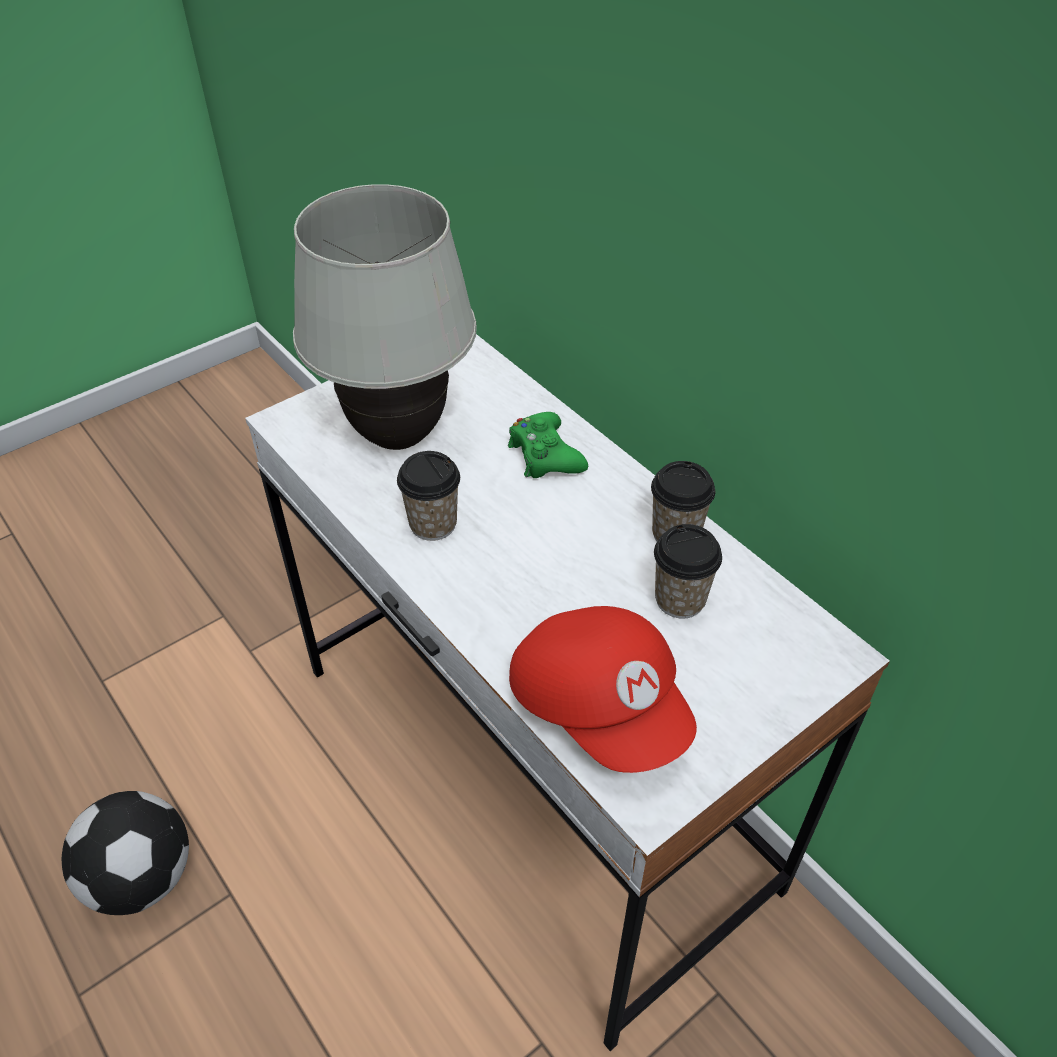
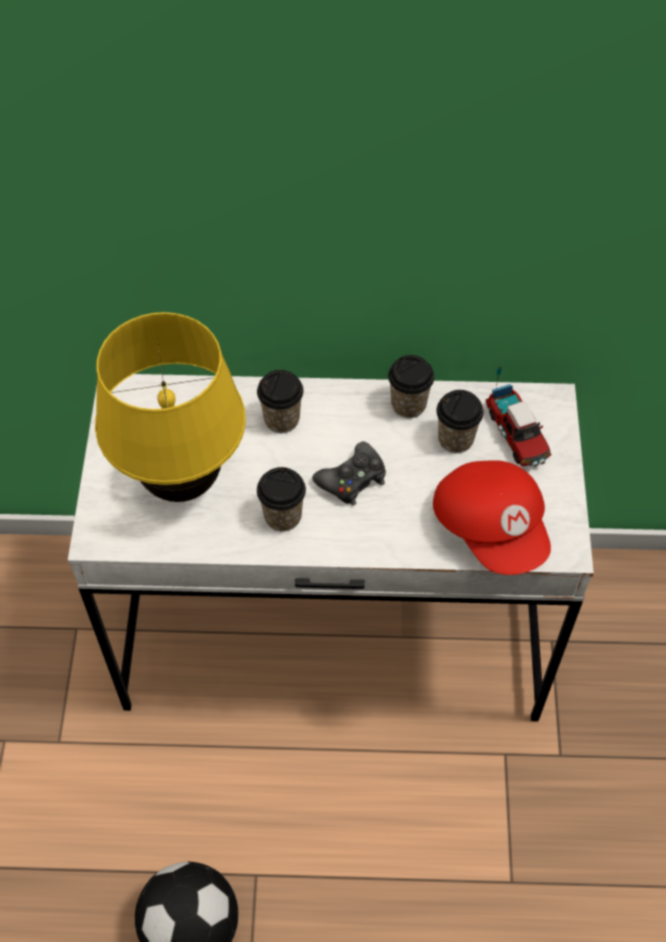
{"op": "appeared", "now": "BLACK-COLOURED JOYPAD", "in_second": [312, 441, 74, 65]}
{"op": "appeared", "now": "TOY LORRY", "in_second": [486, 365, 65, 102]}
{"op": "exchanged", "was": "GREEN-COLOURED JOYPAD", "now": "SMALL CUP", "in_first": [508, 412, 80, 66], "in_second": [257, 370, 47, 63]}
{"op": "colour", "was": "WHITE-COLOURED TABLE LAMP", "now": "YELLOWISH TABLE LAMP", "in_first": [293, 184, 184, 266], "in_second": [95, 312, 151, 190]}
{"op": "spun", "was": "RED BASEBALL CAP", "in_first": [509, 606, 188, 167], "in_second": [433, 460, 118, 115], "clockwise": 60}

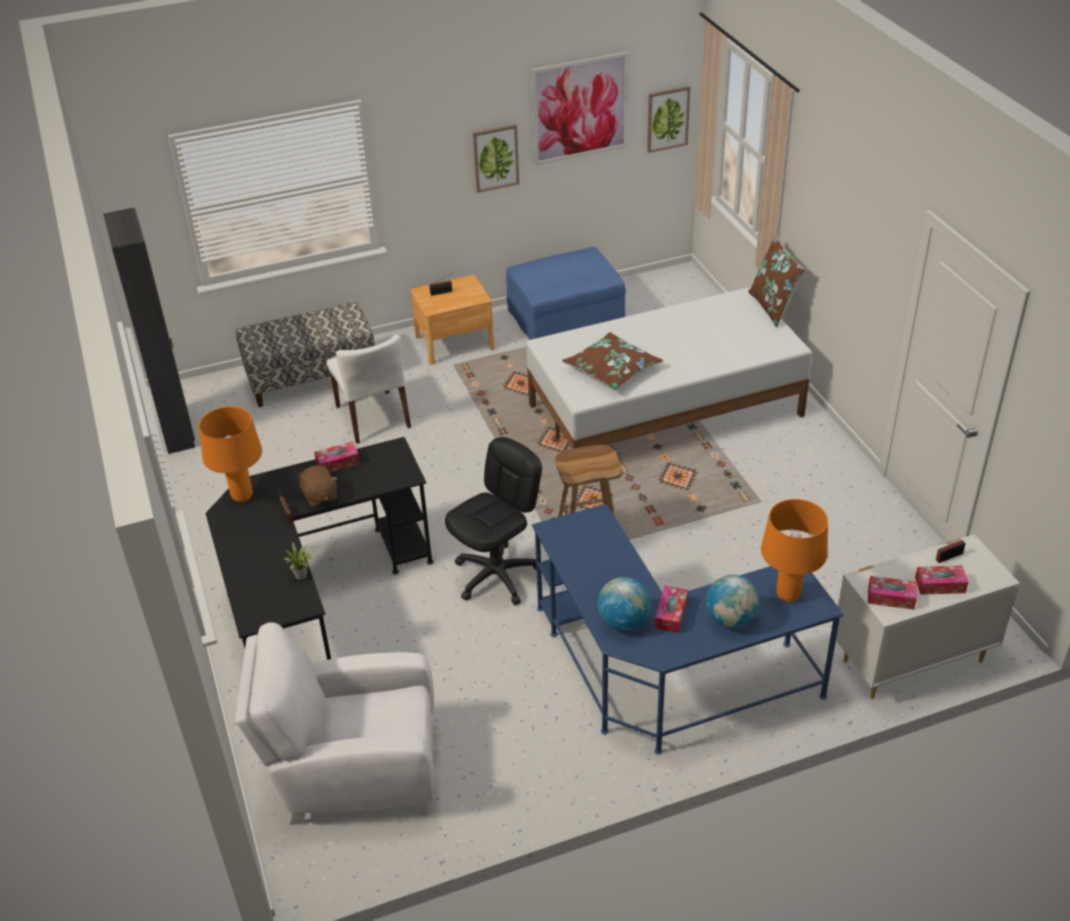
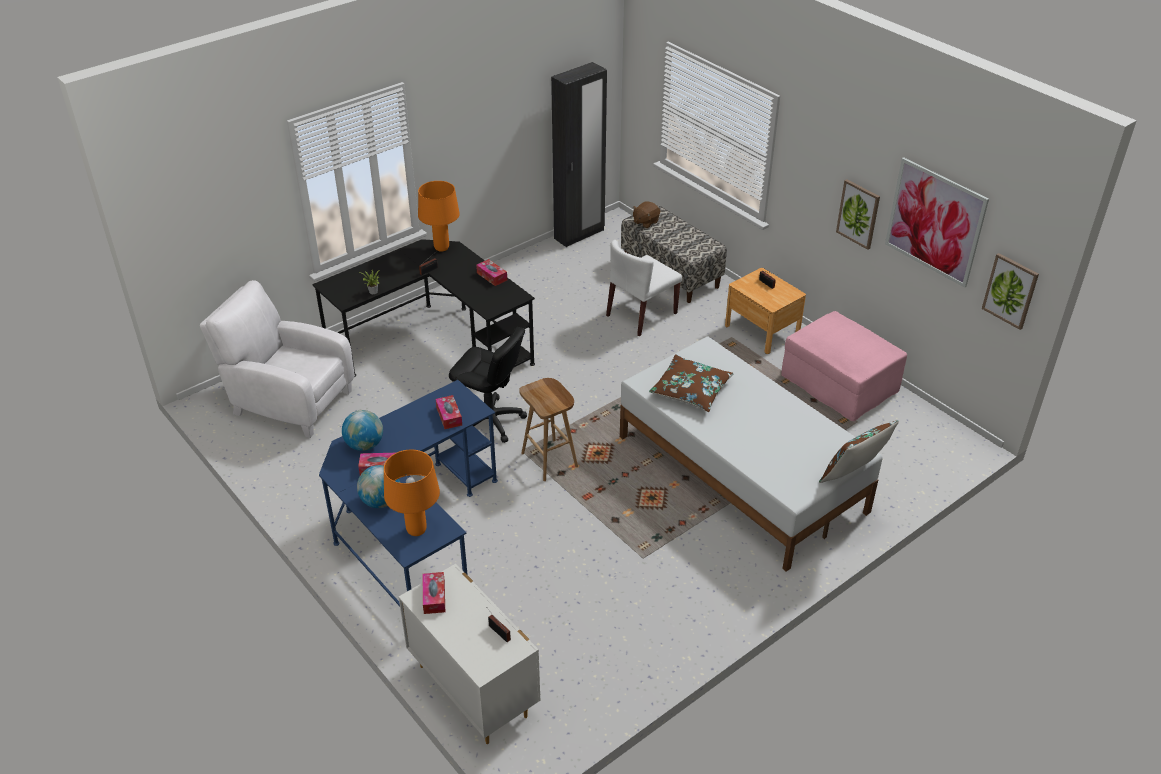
{"op": "relocated", "was": "BROWN SOFT TOY", "in_first": [299, 465, 39, 42], "in_second": [633, 202, 27, 26]}
{"op": "relocated", "was": "BOX OF TISSUES", "in_first": [915, 566, 53, 29], "in_second": [436, 395, 26, 34]}
{"op": "colour", "was": "BLUE-COLOURED POUFFE", "now": "PINK-COLOURED POUFFE", "in_first": [506, 247, 120, 93], "in_second": [781, 311, 126, 110]}
{"op": "spun", "was": "WHITE-COLOURED EASY CHAIR", "in_first": [235, 622, 199, 203], "in_second": [200, 280, 155, 158], "clockwise": -45}

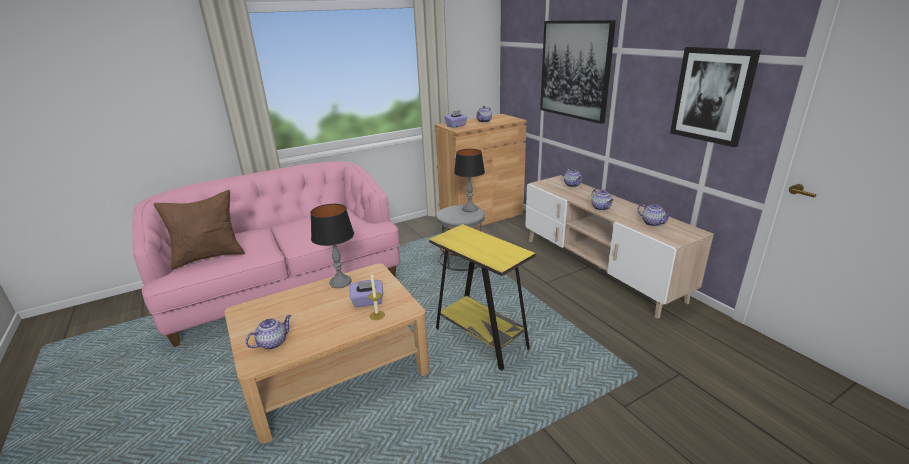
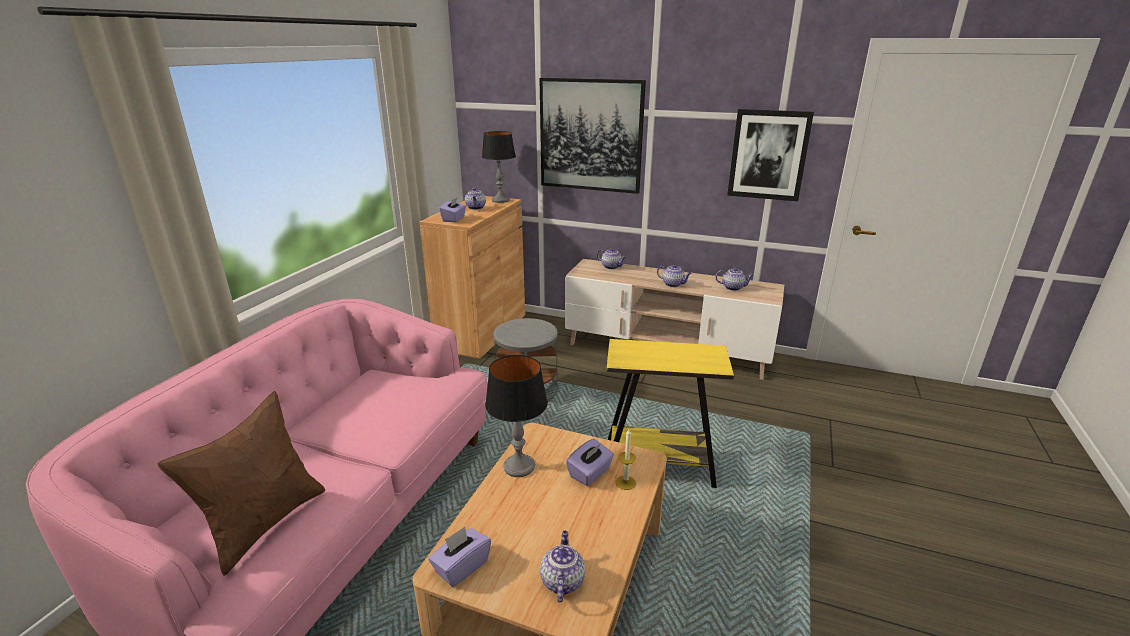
{"op": "appeared", "now": "PURPLE-COLOURED BOX OF TISSUES", "in_second": [428, 527, 63, 60]}
{"op": "relocated", "was": "TABLE LAMP", "in_first": [454, 149, 31, 63], "in_second": [482, 131, 34, 72]}

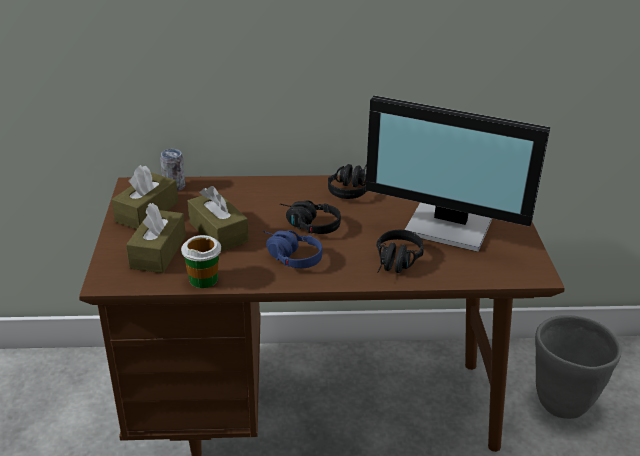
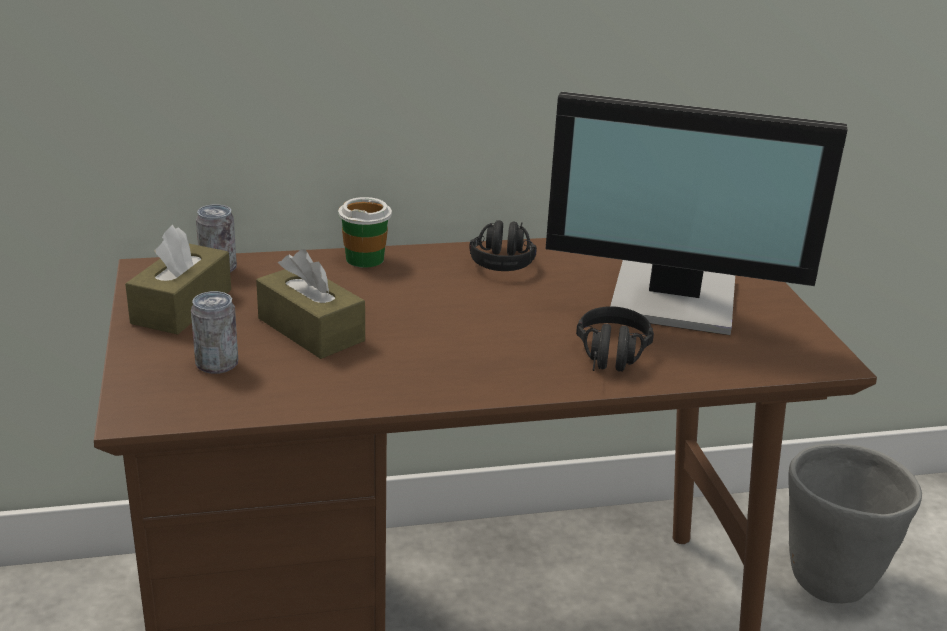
{"op": "missing", "was": "BLUE-COLOURED HEADSET", "in_first": [263, 230, 60, 38]}
{"op": "missing", "was": "BLACK-COLOURED HEADSET", "in_first": [280, 200, 61, 34]}
{"op": "relocated", "was": "SMALL CUP", "in_first": [181, 235, 40, 53], "in_second": [338, 197, 54, 71]}
{"op": "exchanged", "was": "BROWN BOX OF TISSUES", "now": "SEALED CAN", "in_first": [126, 203, 60, 70], "in_second": [191, 291, 47, 83]}

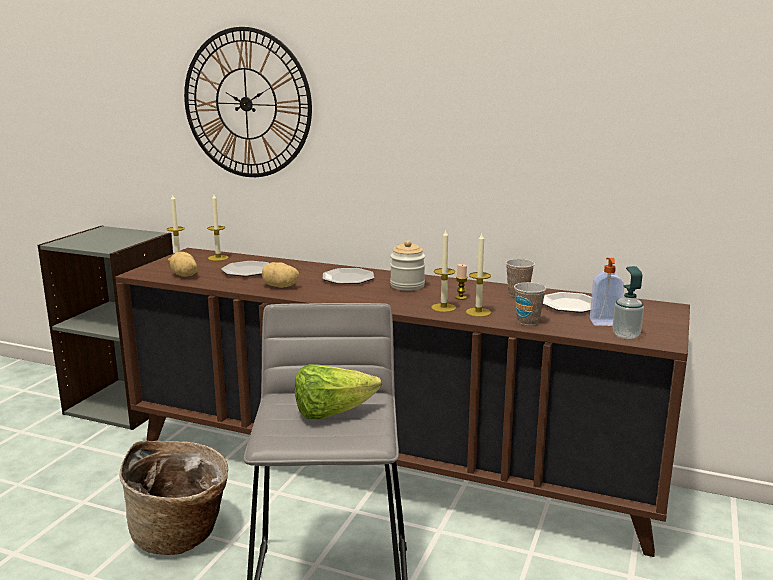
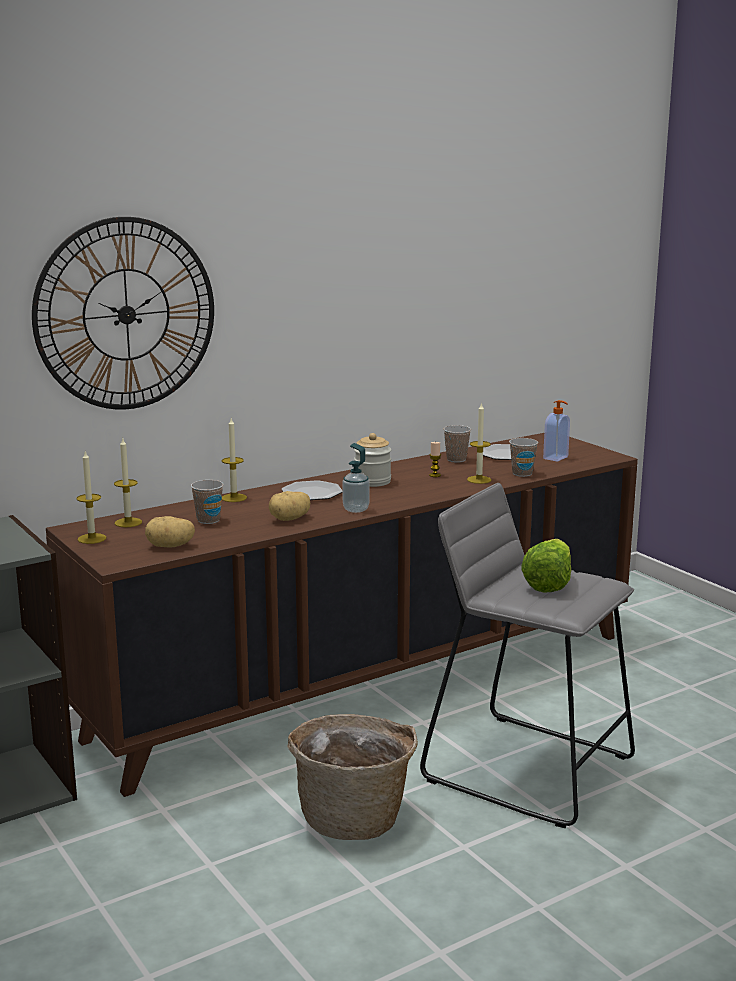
{"op": "relocated", "was": "CANDLE", "in_first": [431, 230, 25, 82], "in_second": [222, 418, 25, 84]}
{"op": "relocated", "was": "LIQUID SOAP BOTTLE", "in_first": [612, 266, 32, 73], "in_second": [343, 443, 27, 70]}
{"op": "exchanged", "was": "PLATE", "now": "SMALL CUP", "in_first": [221, 261, 48, 15], "in_second": [191, 480, 33, 44]}

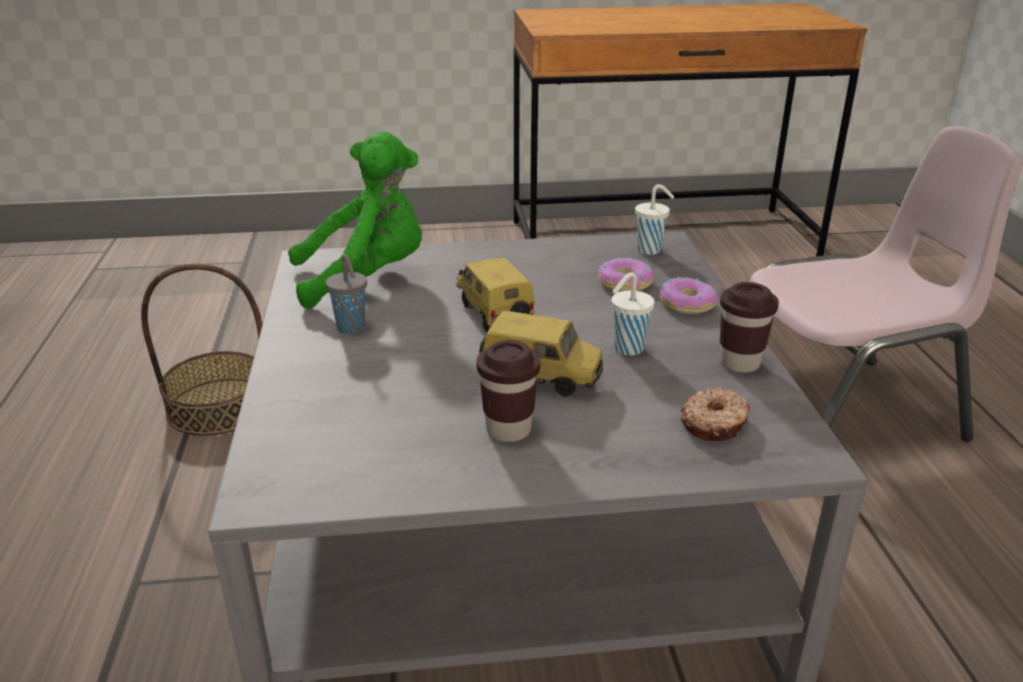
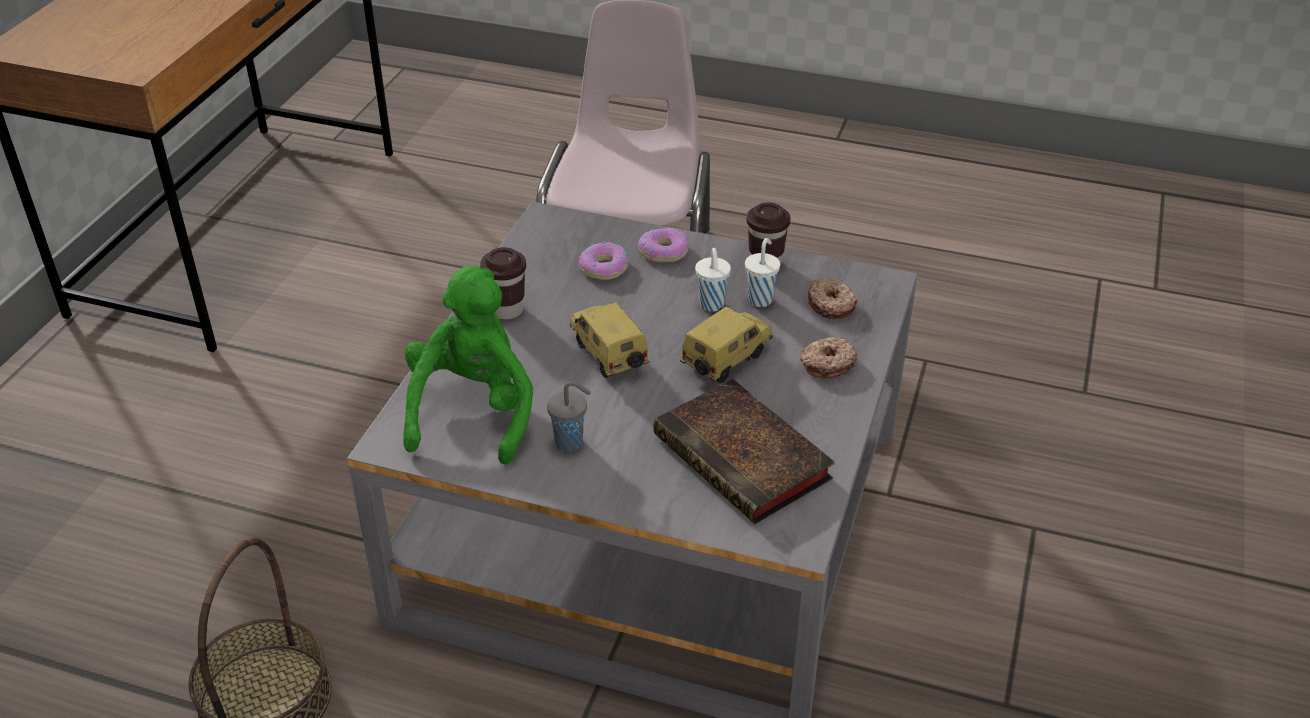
{"op": "appeared", "now": "BOUND BOOK", "in_second": [653, 379, 182, 145]}
{"op": "appeared", "now": "RING DOUGHNUT", "in_second": [800, 337, 57, 42]}
{"op": "relocated", "was": "BROWN SMALL CUP", "in_first": [476, 340, 65, 102], "in_second": [480, 247, 46, 72]}
{"op": "relocated", "was": "WHITE-COLOURED SMALL CUP", "in_first": [635, 184, 39, 71], "in_second": [745, 238, 35, 69]}
{"op": "spun", "was": "MINIATURE CAR", "in_first": [456, 257, 79, 75], "in_second": [570, 302, 79, 76], "clockwise": 60}

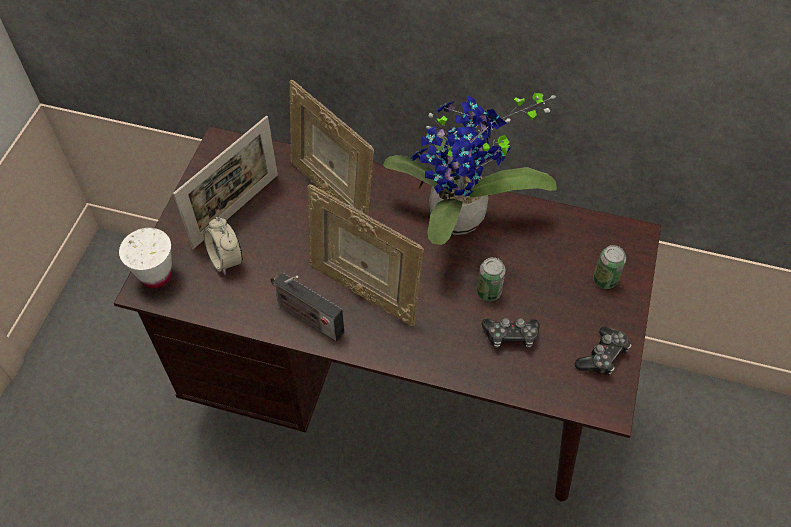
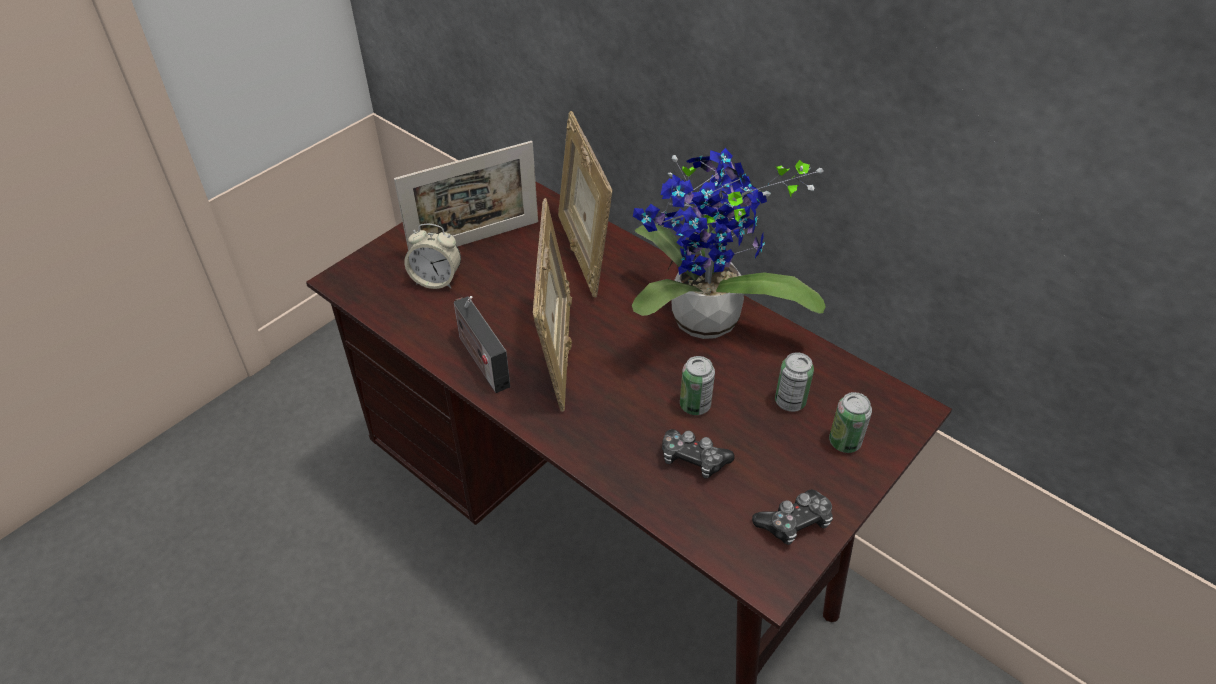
{"op": "missing", "was": "WHITE-COLOURED SMALL CUP", "in_first": [119, 228, 53, 60]}
{"op": "appeared", "now": "SEALED CAN", "in_second": [775, 352, 39, 60]}
{"op": "spun", "was": "BEDSIDE CLOCK", "in_first": [203, 217, 40, 58], "in_second": [404, 224, 57, 65], "clockwise": -75}
{"op": "spun", "was": "PICTURE FRAME", "in_first": [307, 184, 117, 142], "in_second": [533, 198, 39, 214], "clockwise": -150}

